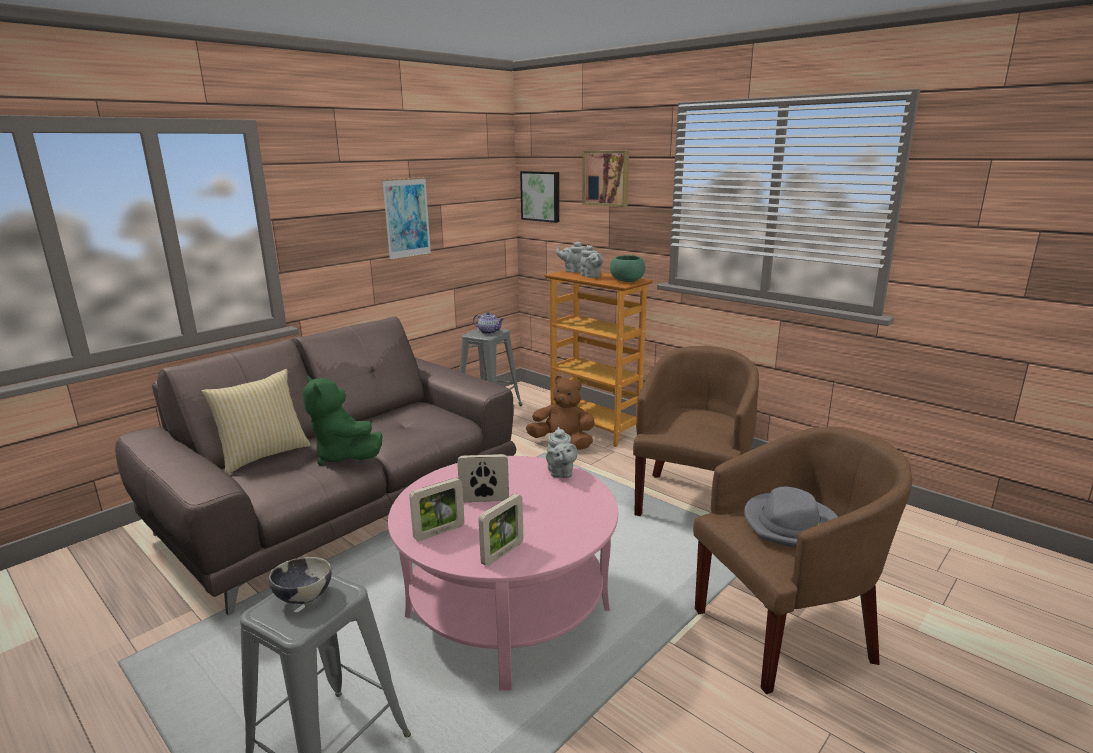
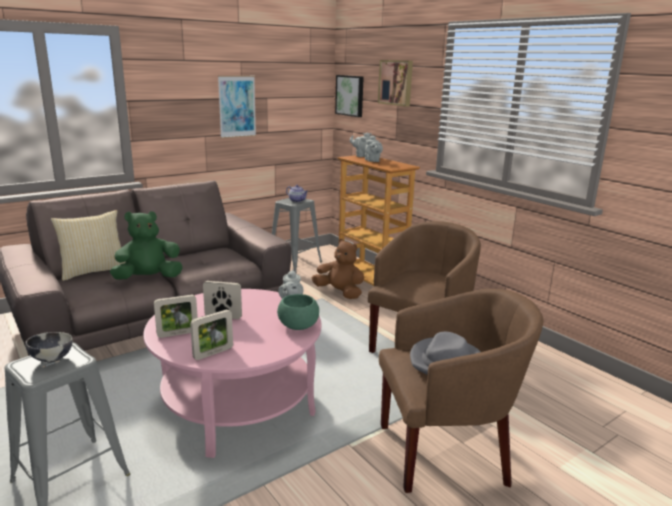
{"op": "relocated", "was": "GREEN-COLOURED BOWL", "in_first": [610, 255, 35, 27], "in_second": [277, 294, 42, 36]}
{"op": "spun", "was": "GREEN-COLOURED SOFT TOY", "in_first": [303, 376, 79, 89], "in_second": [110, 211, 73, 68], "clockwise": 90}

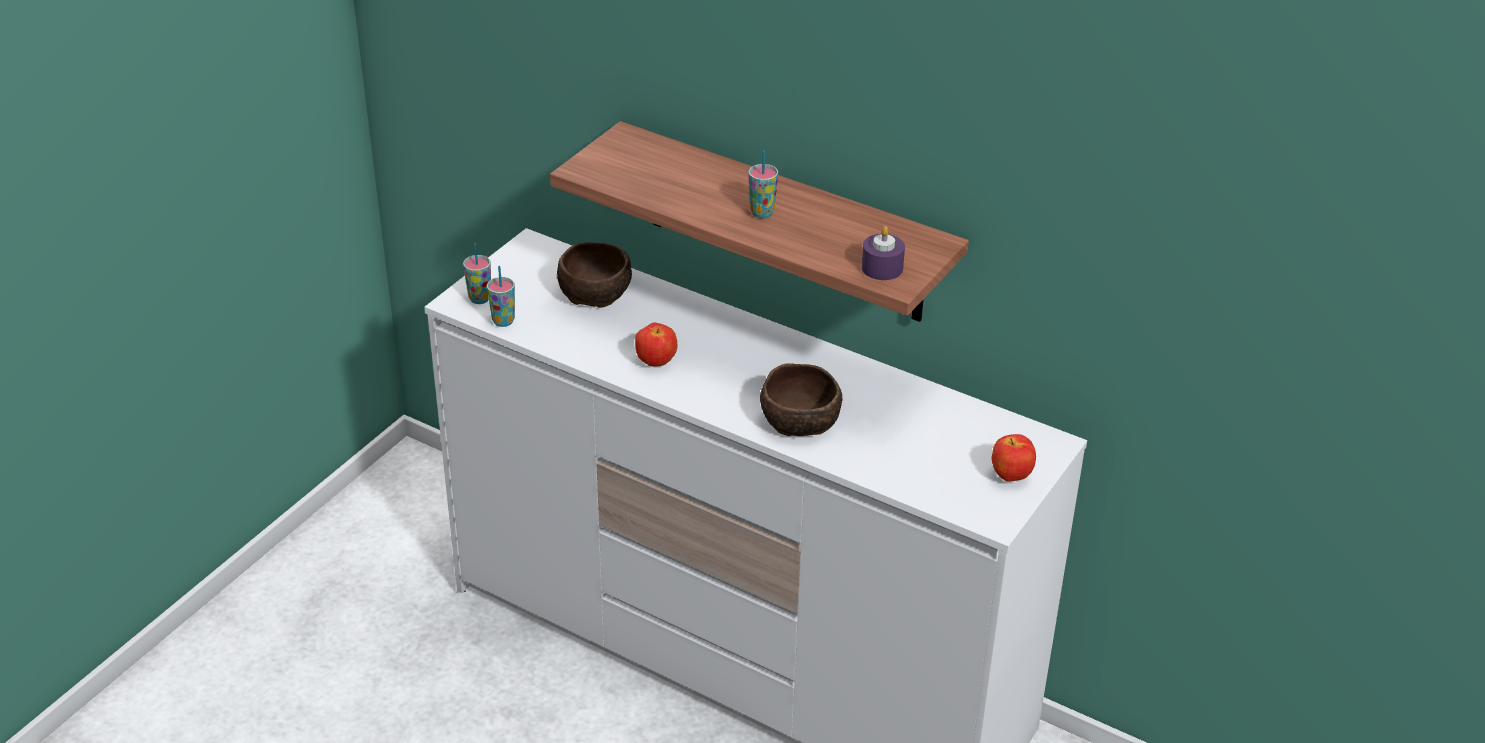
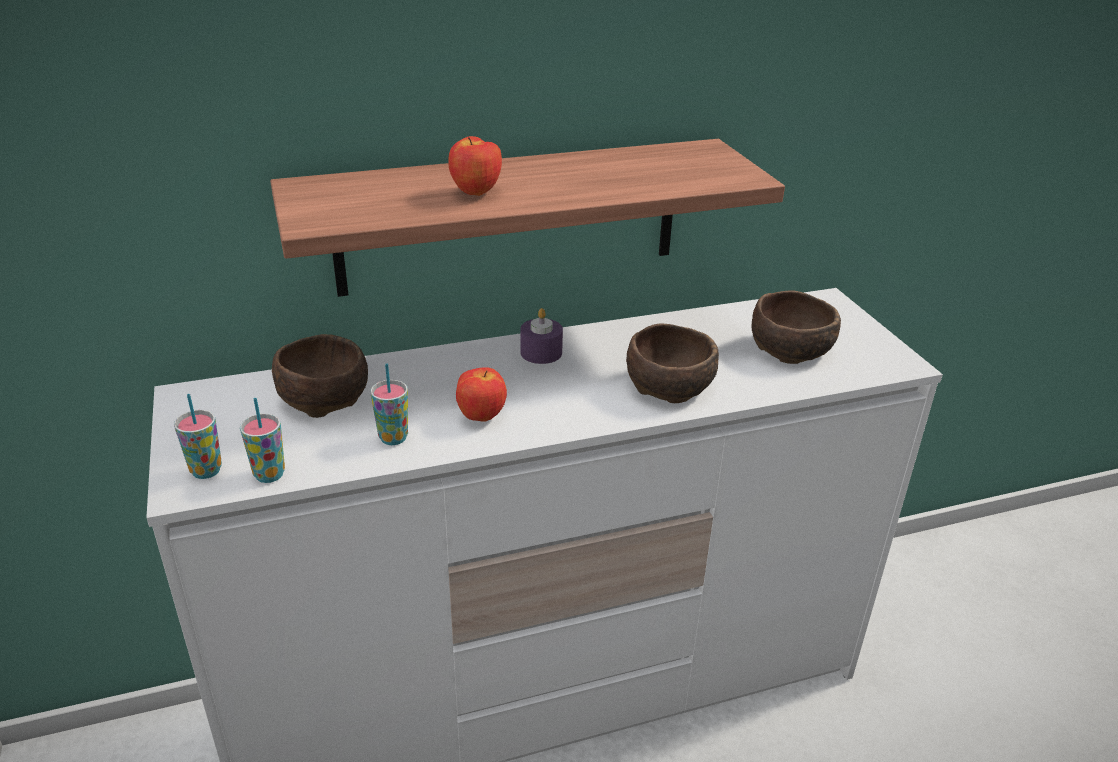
{"op": "appeared", "now": "BROWN BOWL", "in_second": [751, 290, 90, 74]}
{"op": "relocated", "was": "SMALL CUP", "in_first": [748, 150, 30, 68], "in_second": [371, 364, 37, 81]}
{"op": "relocated", "was": "PURPLE-COLOURED CANDLE", "in_first": [862, 226, 43, 54], "in_second": [520, 308, 43, 56]}
{"op": "relocated", "was": "APPLE", "in_first": [991, 434, 45, 48], "in_second": [448, 136, 54, 60]}

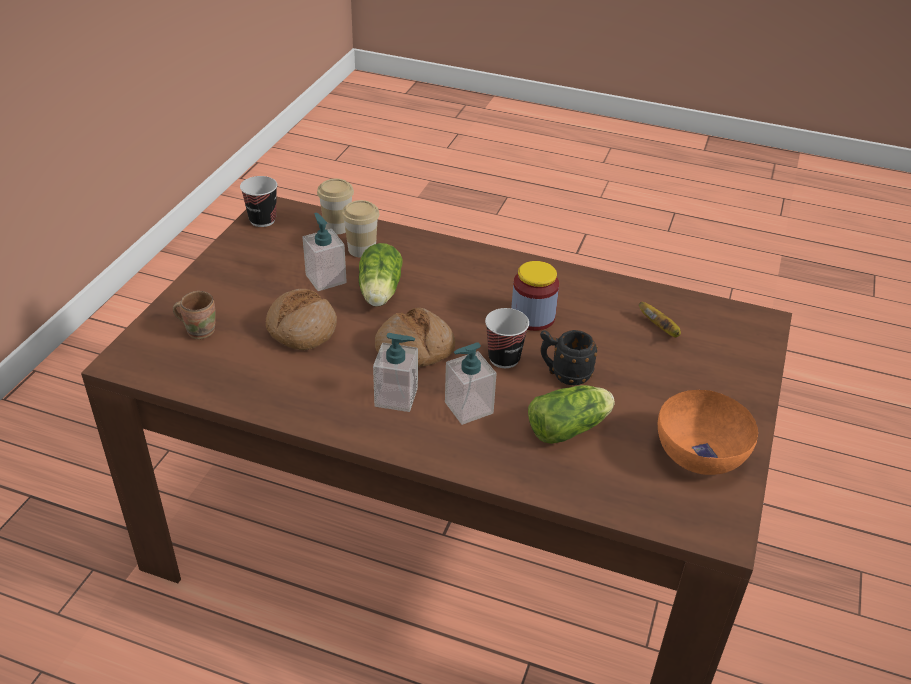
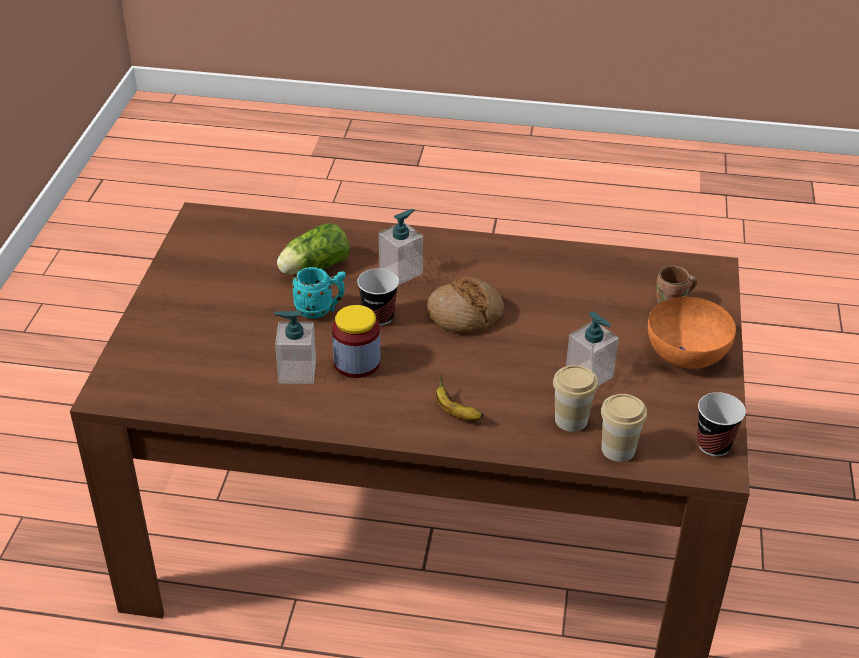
{"op": "missing", "was": "BAKED BREAD", "in_first": [266, 289, 71, 61]}
{"op": "missing", "was": "LETTUCE", "in_first": [359, 243, 43, 64]}
{"op": "relocated", "was": "LIQUID SOAP BOTTLE", "in_first": [373, 333, 45, 79], "in_second": [274, 311, 42, 73]}
{"op": "relocated", "was": "WHOLE BANANA", "in_first": [639, 302, 42, 35], "in_second": [436, 375, 48, 45]}
{"op": "relocated", "was": "ORANGEY BOWL", "in_first": [658, 390, 100, 85], "in_second": [648, 297, 88, 72]}
{"op": "colour", "was": "BLACK-COLOURED COFFEE MUG", "now": "BLUE-GREEN COFFEE MUG", "in_first": [540, 330, 58, 55], "in_second": [292, 267, 54, 52]}

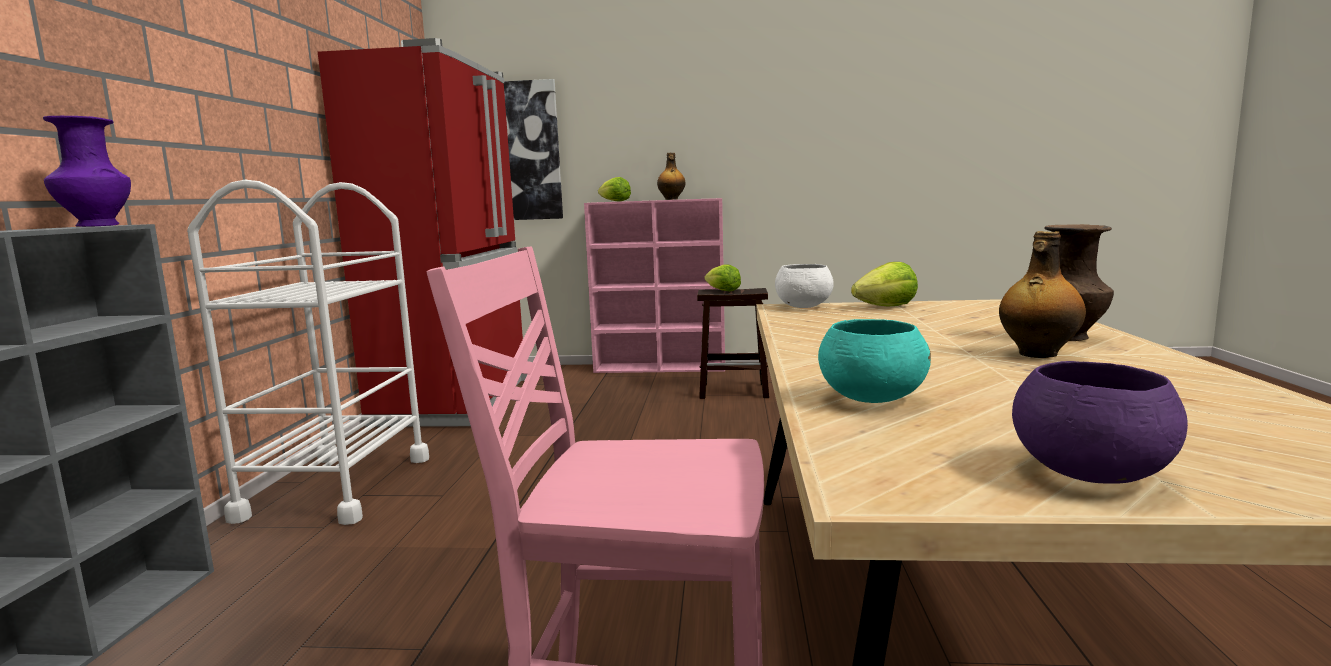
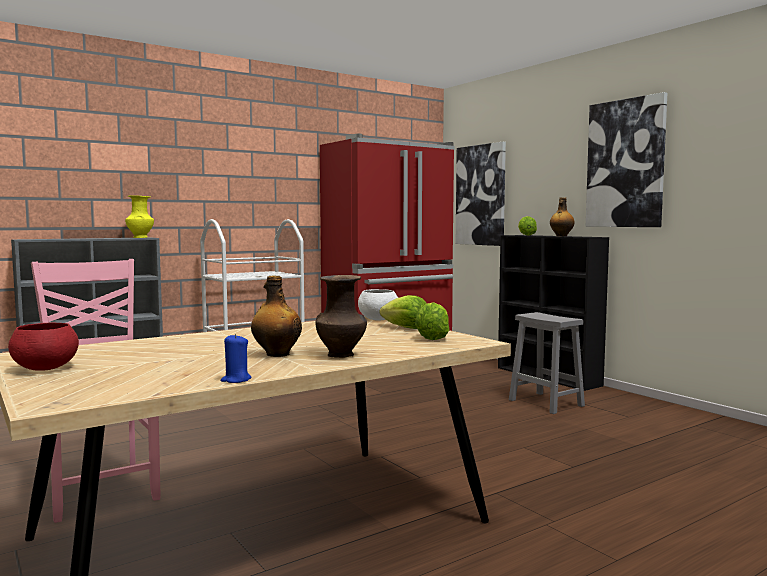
{"op": "missing", "was": "BLUE-GREEN BOWL", "in_first": [818, 319, 113, 84]}
{"op": "appeared", "now": "BLUE-COLOURED CANDLE", "in_second": [221, 334, 30, 49]}
{"op": "appeared", "now": "PICTURE", "in_second": [586, 92, 81, 135]}
{"op": "relocated", "was": "LETTUCE", "in_first": [704, 264, 37, 27], "in_second": [415, 302, 34, 38]}
{"op": "colour", "was": "PURPLE-COLOURED VASE", "now": "YELLOWISH VASE", "in_first": [43, 116, 88, 111], "in_second": [125, 196, 29, 42]}
{"op": "colour", "was": "PINK-COLOURED BOOKSHELF", "now": "BLACK-COLOURED BOOKSHELF", "in_first": [584, 198, 141, 175], "in_second": [498, 235, 111, 156]}
{"op": "colour", "was": "BROWN STOOL", "now": "GREY STOOL", "in_first": [697, 288, 72, 111], "in_second": [509, 312, 76, 102]}
{"op": "colour", "was": "PURPLE-COLOURED BOWL", "now": "RED BOWL", "in_first": [1012, 361, 176, 123], "in_second": [8, 322, 71, 49]}

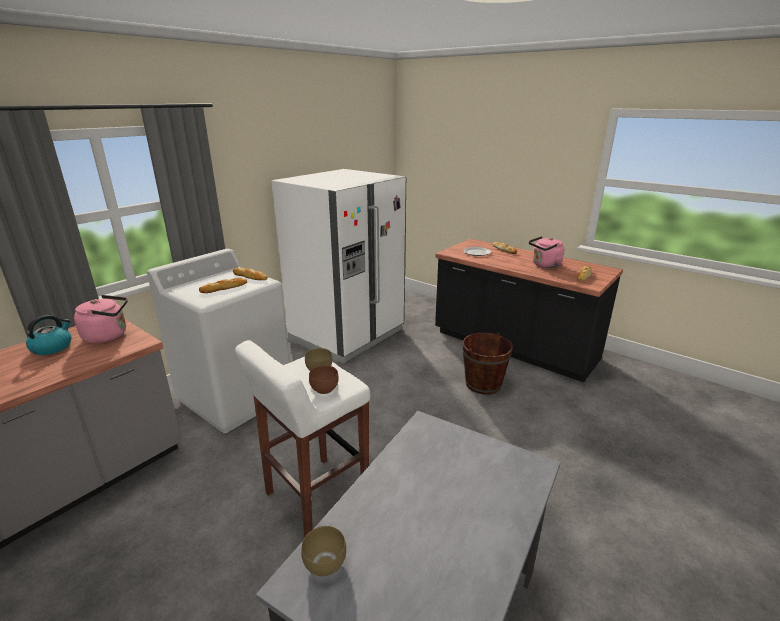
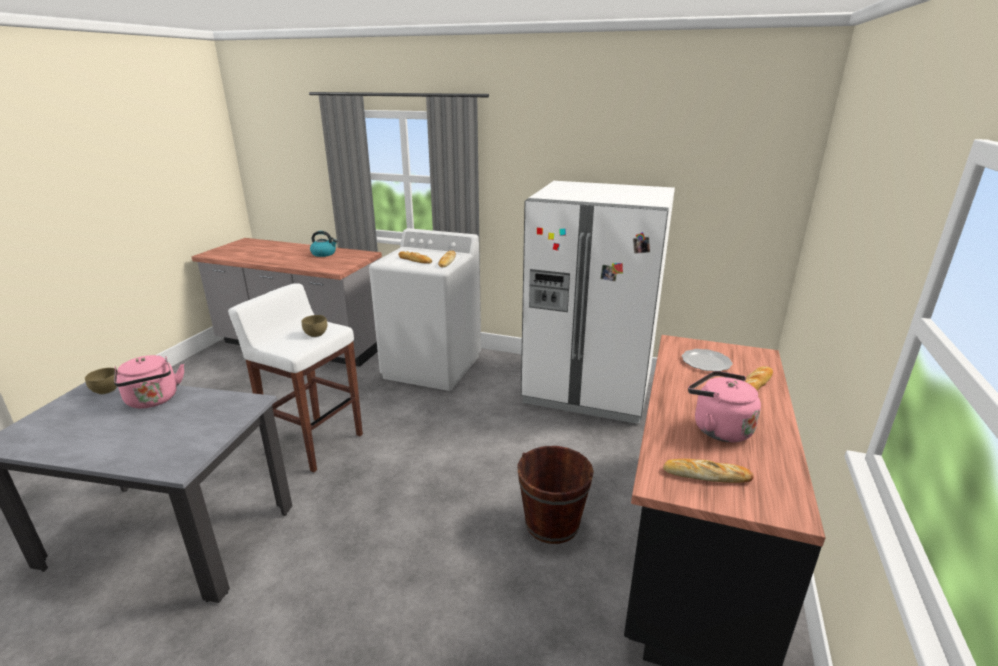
{"op": "missing", "was": "BROWN BOWL", "in_first": [309, 366, 30, 28]}
{"op": "relocated", "was": "PINK-COLOURED KETTLE", "in_first": [74, 295, 54, 48], "in_second": [114, 355, 70, 53]}

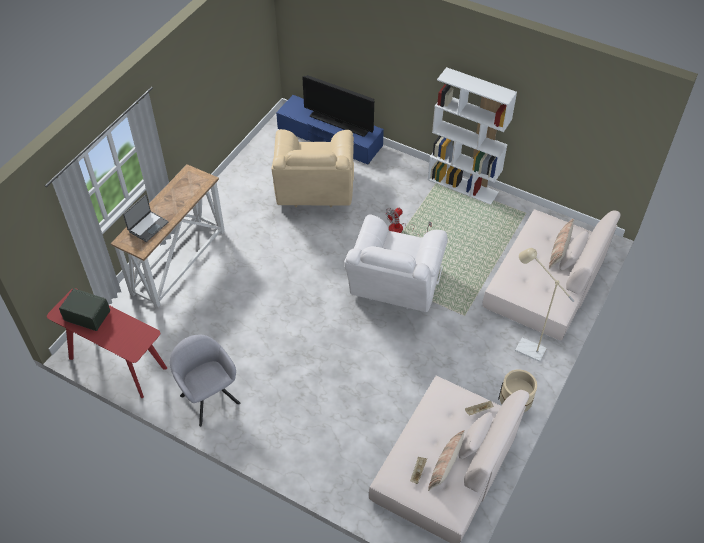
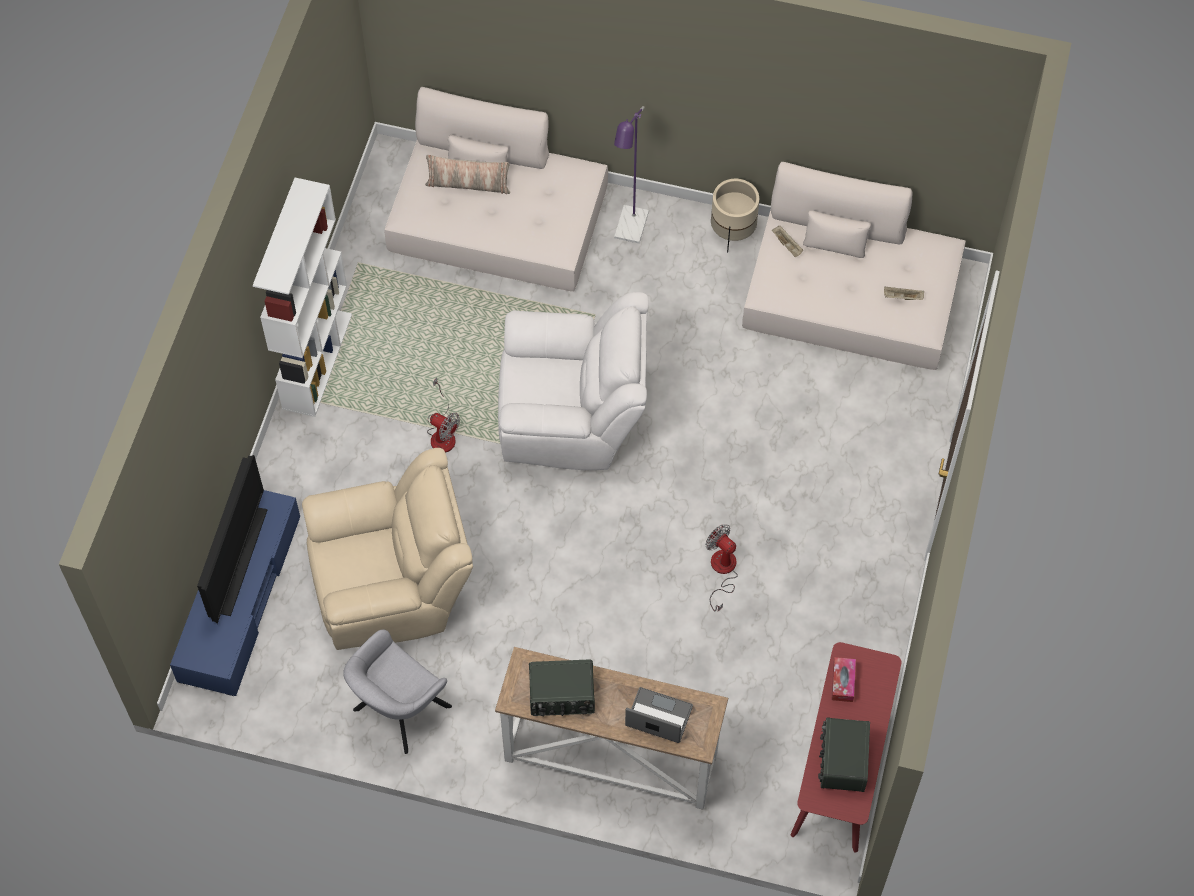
{"op": "missing", "was": "CUSHION", "in_first": [428, 430, 37, 61]}
{"op": "appeared", "now": "RADIO", "in_second": [529, 660, 66, 56]}
{"op": "appeared", "now": "ELECTRIC FAN", "in_second": [706, 524, 32, 87]}
{"op": "appeared", "now": "BOX OF TISSUES", "in_second": [831, 657, 25, 45]}
{"op": "relocated", "was": "GREY EASY CHAIR", "in_first": [170, 335, 71, 92], "in_second": [343, 629, 109, 125]}
{"op": "colour", "was": "SAND-COLOURED STANDARD LAMP", "now": "PURPLE-COLOURED STANDARD LAMP", "in_first": [515, 248, 59, 114], "in_second": [614, 106, 35, 137]}

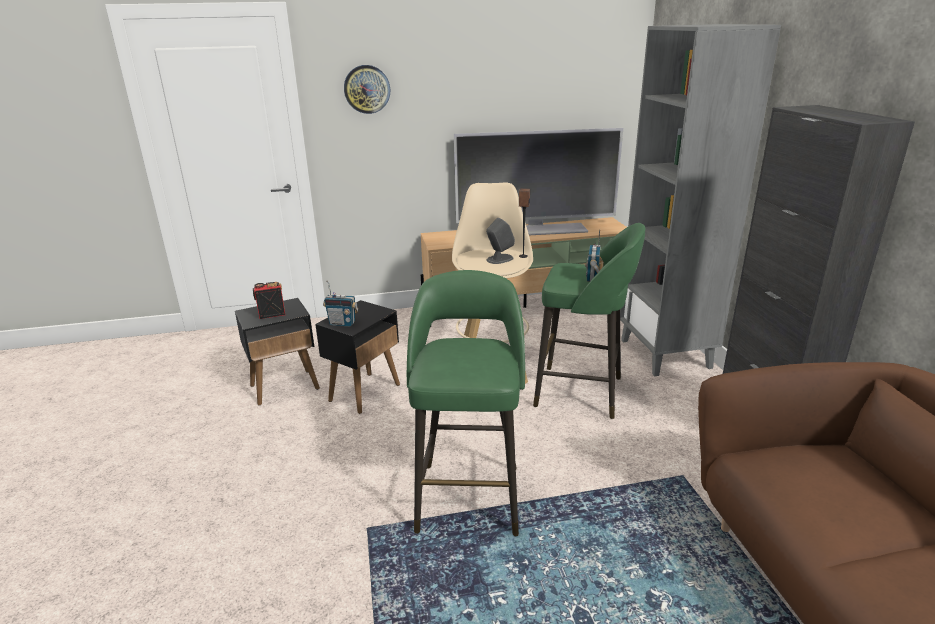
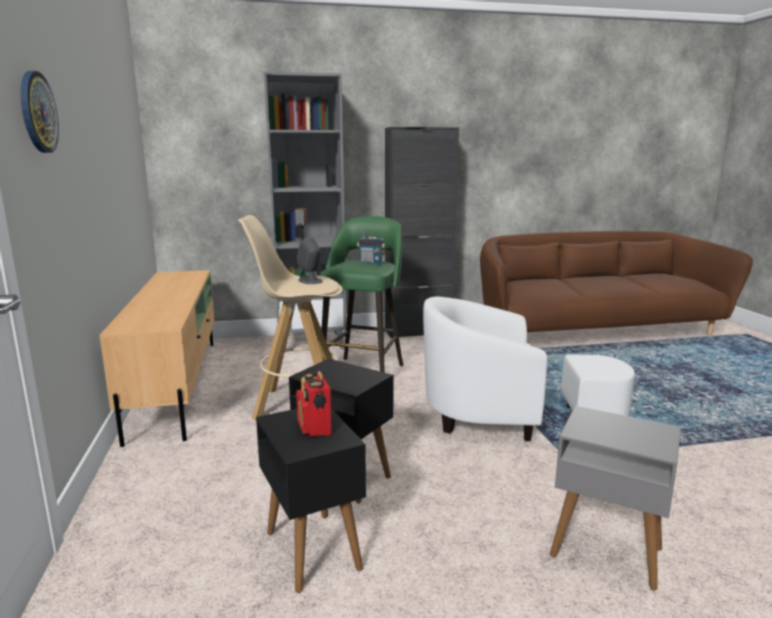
{"op": "missing", "was": "RADIO", "in_first": [323, 280, 35, 46]}
{"op": "missing", "was": "TV", "in_first": [454, 128, 169, 107]}
{"op": "appeared", "now": "GREY END TABLE", "in_second": [550, 406, 131, 184]}
{"op": "exchanged", "was": "GREEN-COLOURED STOOL", "now": "WHITE-COLOURED EASY CHAIR", "in_first": [407, 270, 118, 266], "in_second": [423, 297, 212, 144]}

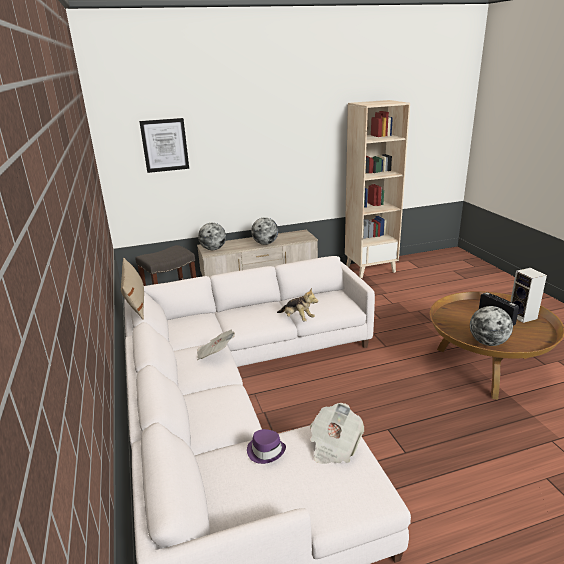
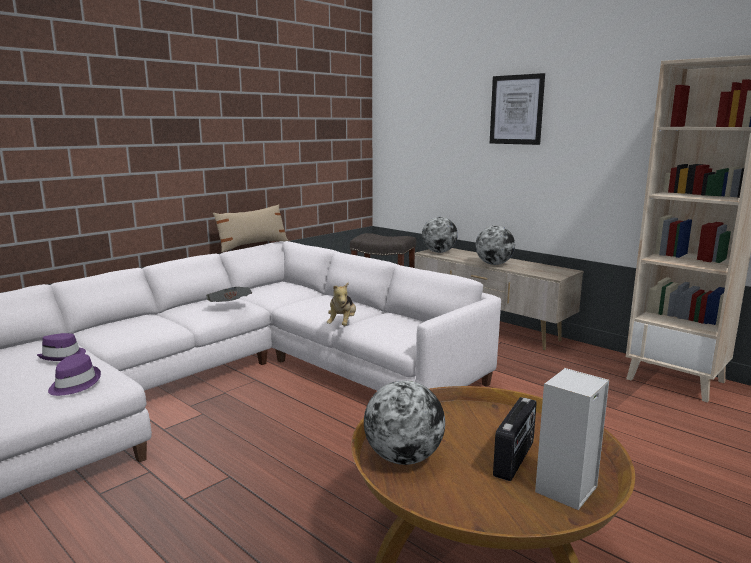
{"op": "relocated", "was": "PICTURE", "in_first": [139, 118, 50, 55], "in_second": [490, 73, 55, 72]}
{"op": "exchanged", "was": "PRINTED PAPER", "now": "PURPLE-COLOURED WEARABLE HAT", "in_first": [310, 403, 54, 61], "in_second": [48, 354, 53, 42]}

